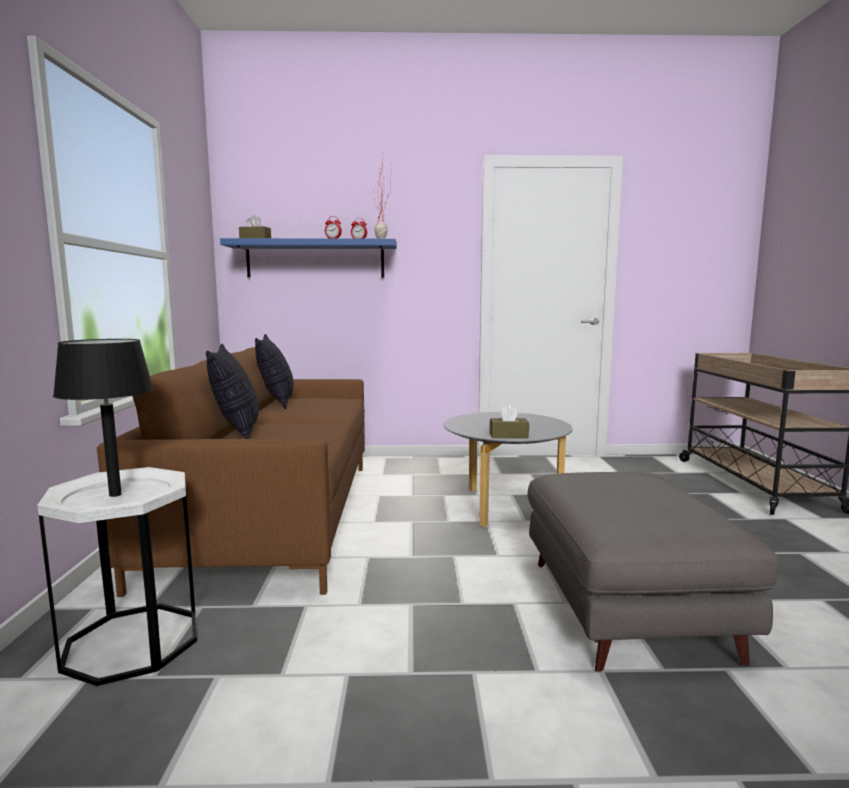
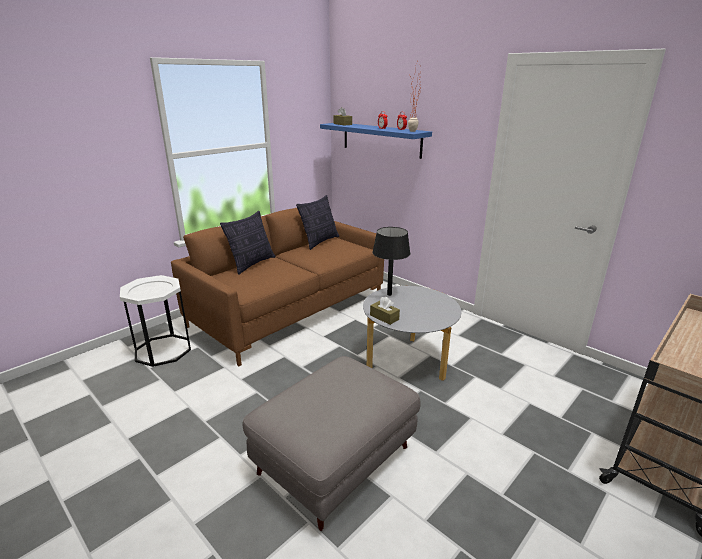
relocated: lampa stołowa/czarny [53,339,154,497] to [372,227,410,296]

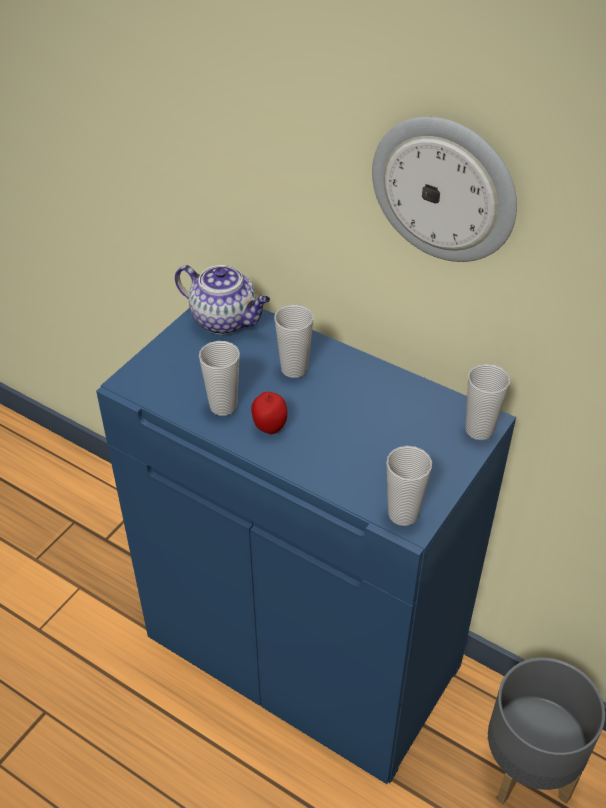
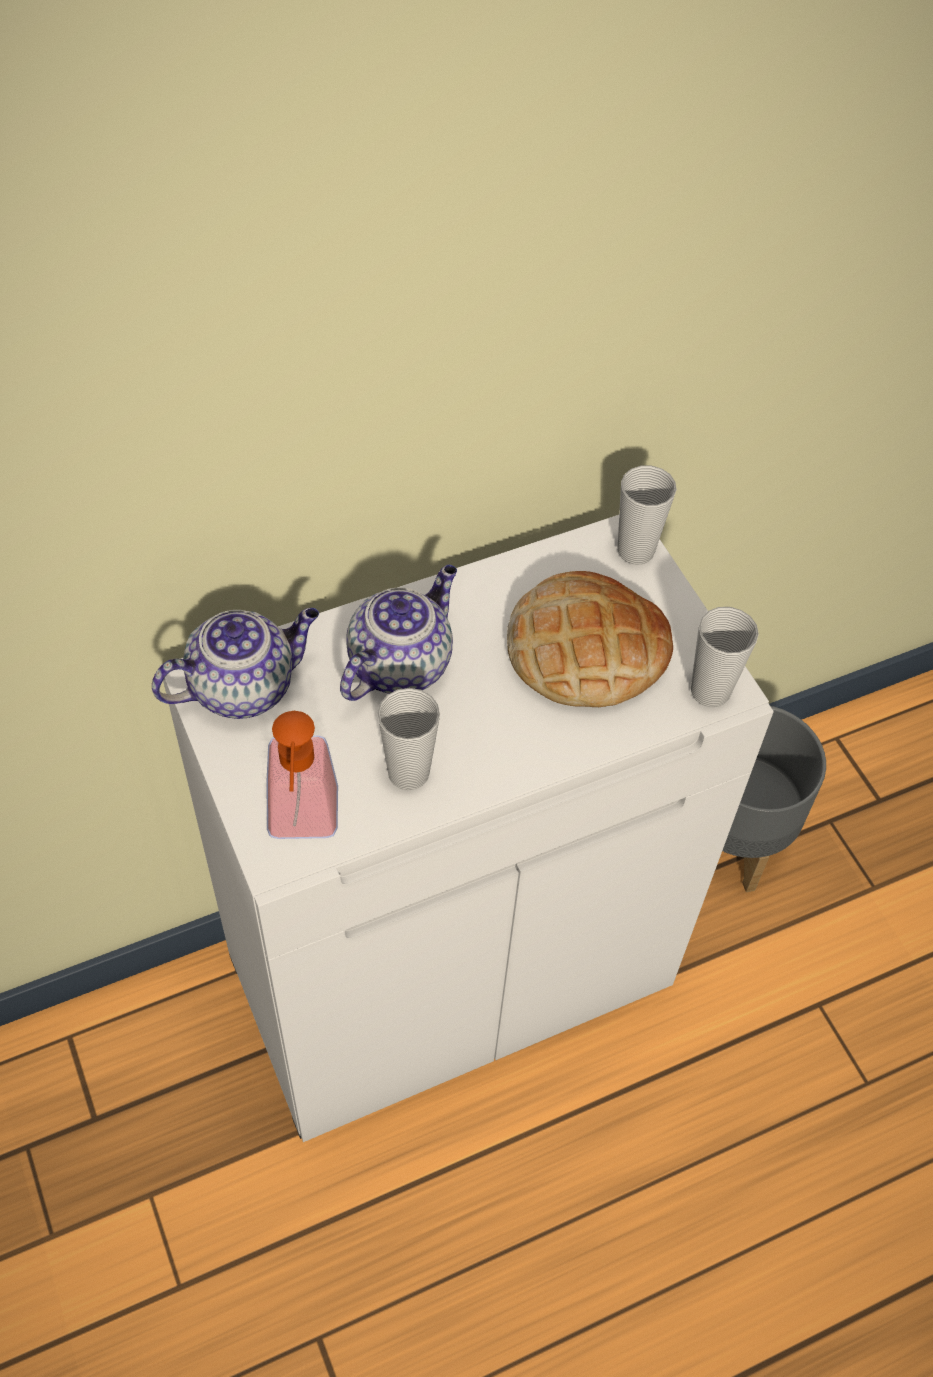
missing: jabłko [251,392,287,434]; zegar ścienny [372,117,517,262]
appeared: dozownik mydła [267,711,338,839]; chleb [507,571,673,707]
exchanged: filiżanka [274,305,313,378] to imbryk [340,565,457,701]
colour: szafka/niebieski [96,308,516,784] to szafka/biały [160,515,774,1142]

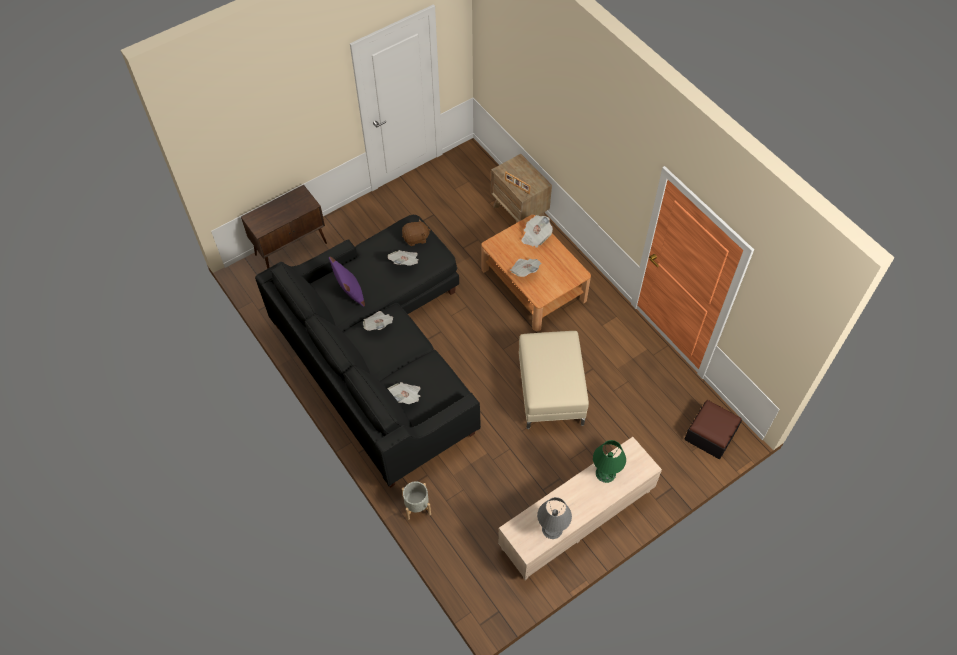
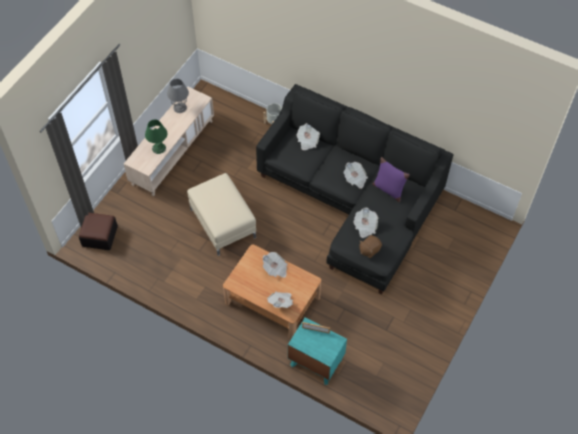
missing: szafka/brązowy [241,185,327,269]
colour: szafka nocna/brązowy [491,154,552,222] to szafka nocna/turkusowy [288,317,347,385]

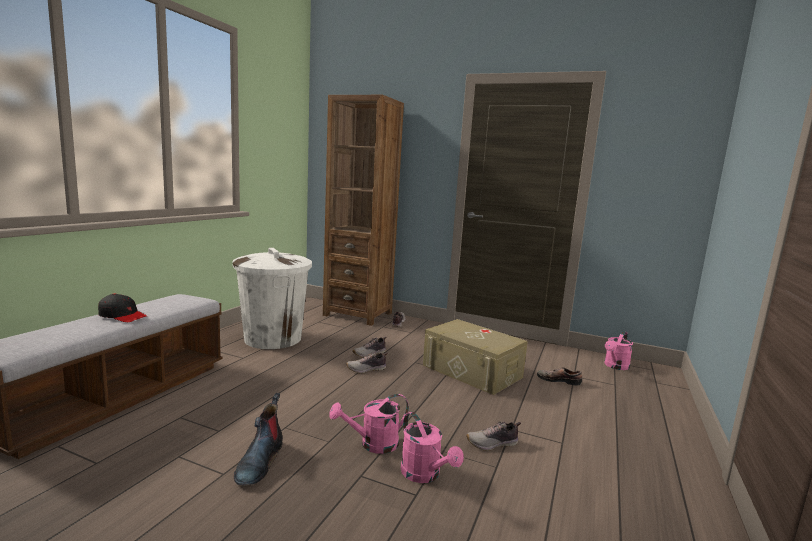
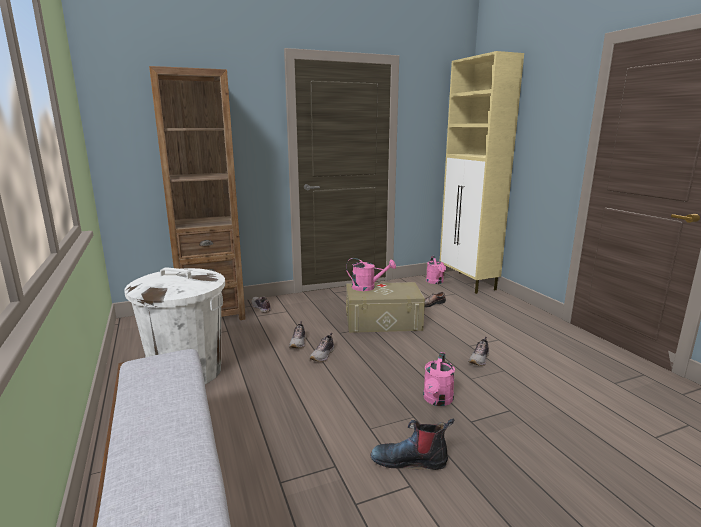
missing: czapka z daszkiem/czarny [98,293,147,322]
appeared: szafka/beżowy [440,51,524,294]
relocated: konewka/różowy [401,412,464,483] to [346,258,396,291]
spun: but z cholewką [234,393,283,486] = [371,419,454,470] 135 degrees clockwise

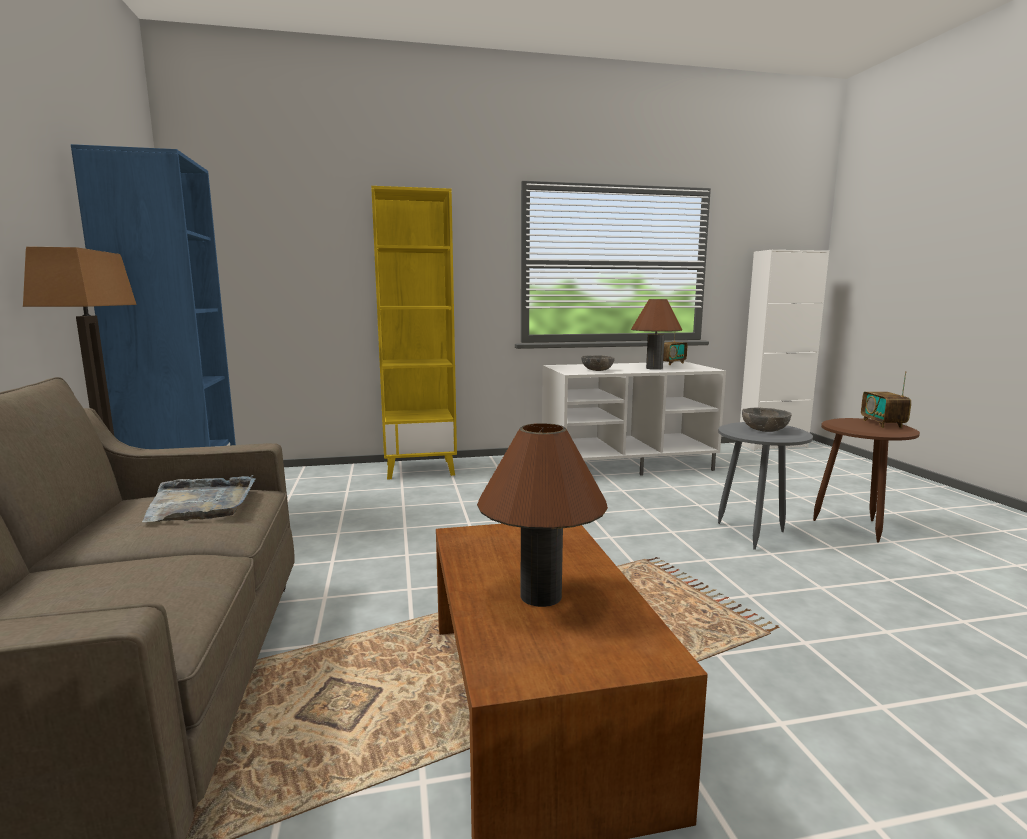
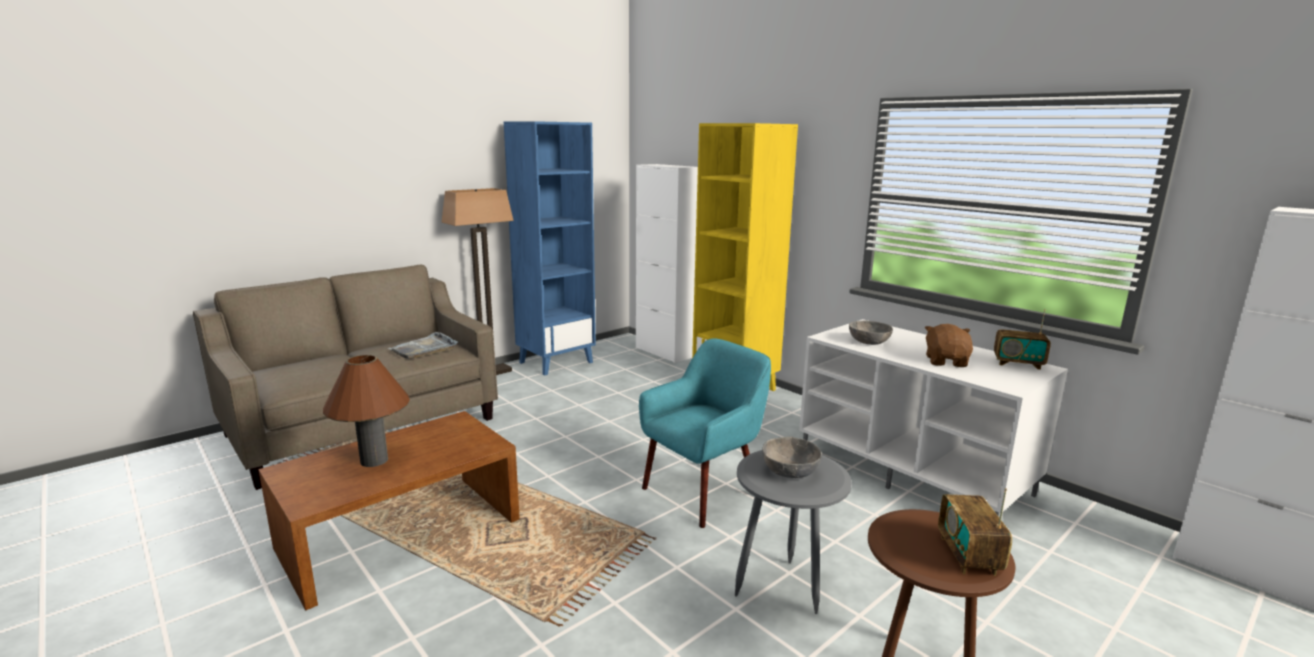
appeared: szafka/biały [636,164,698,363]; fotel/turkusowy [639,338,771,528]
exchanged: lampa stołowa/brązowy [631,299,682,370] to pluszak/brązowy [925,324,973,367]
spun: radio [861,371,911,428] = [938,488,1012,576] 60 degrees counterclockwise

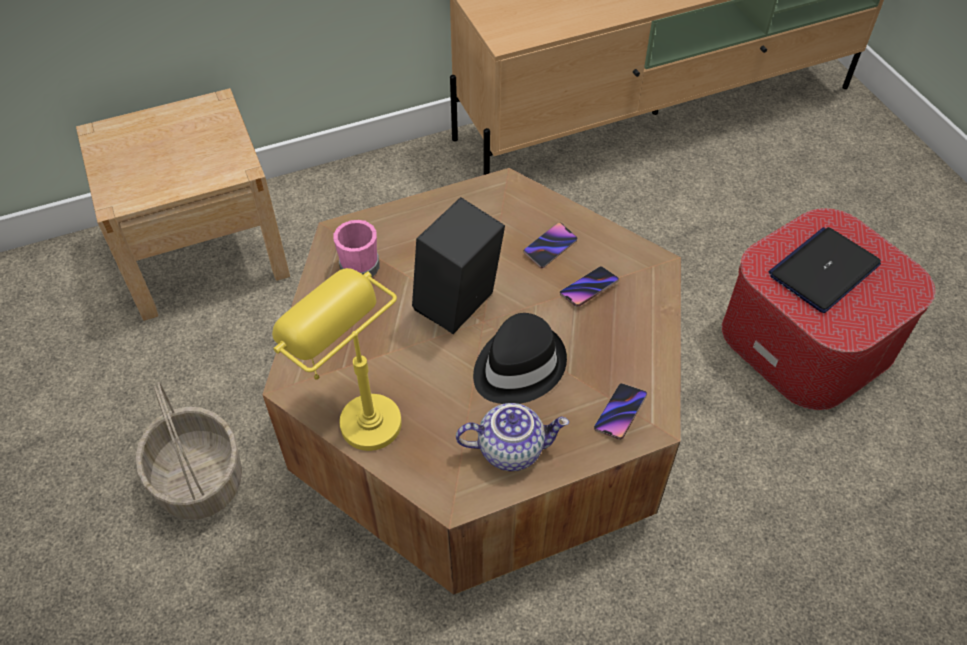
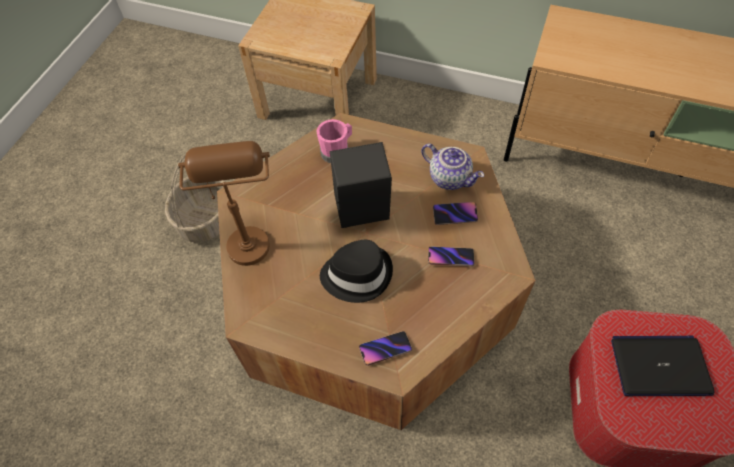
relocated: imbryk [456,403,569,471] to [421,143,484,190]
colour: lampa stołowa/żółty [272,268,402,451] to lampa stołowa/brązowy [178,141,270,266]

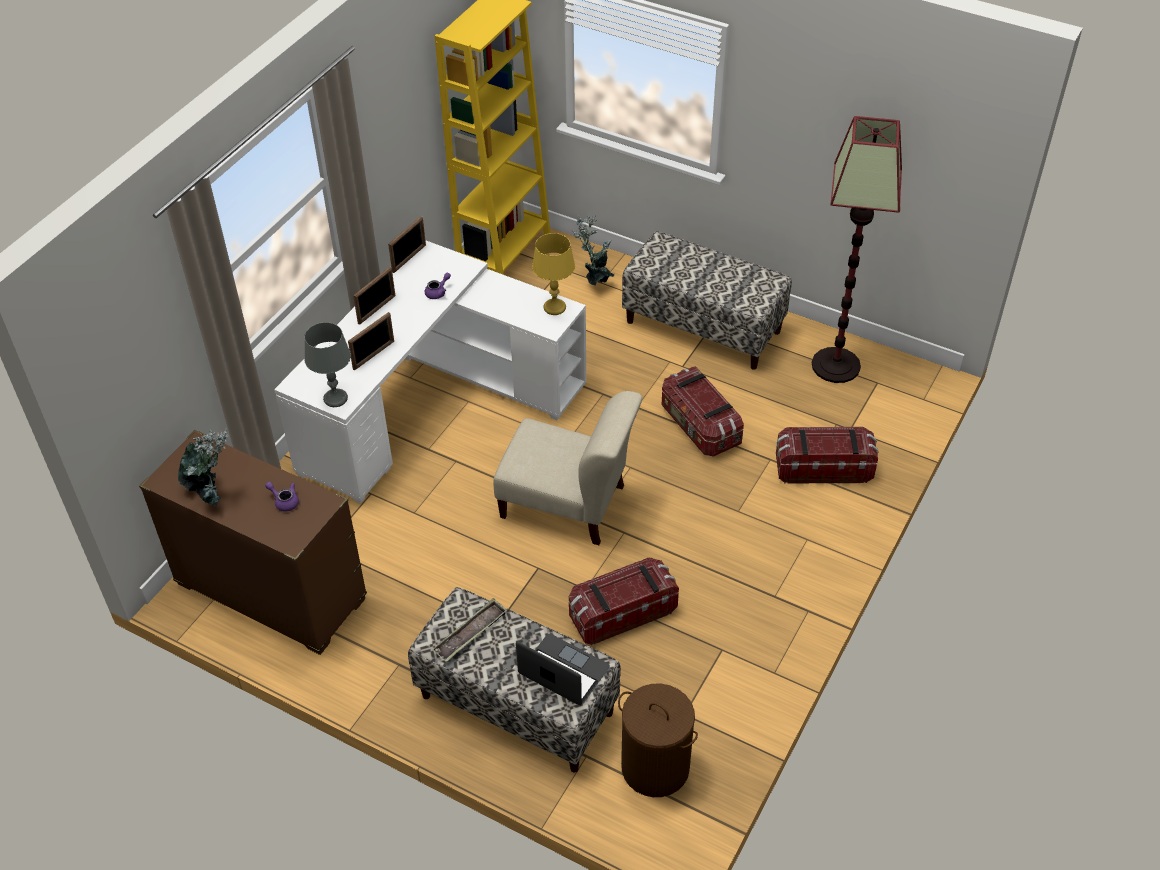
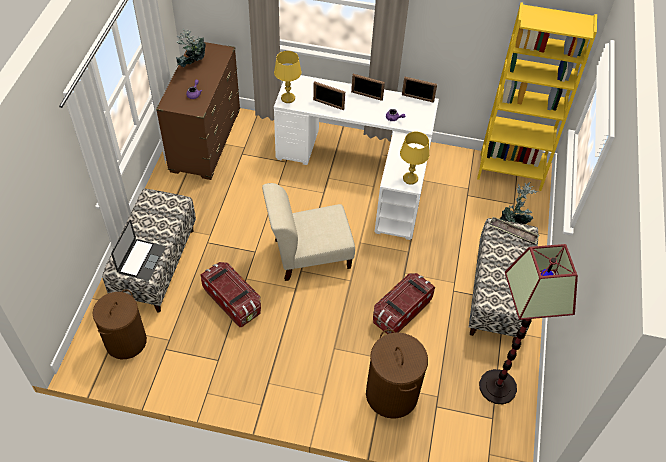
relocated: taca [432,598,507,662] to [489,217,539,245]
exchanged: pojemnik do przechowywania [776,427,879,484] to kosz na pranie/brązowy [366,329,428,419]
colour: lampa stołowa/szary [304,322,351,407] to lampa stołowa/żółty [274,51,301,103]
spun: krzesło/beżowy [493,391,642,545] = [262,183,355,281] 75 degrees clockwise

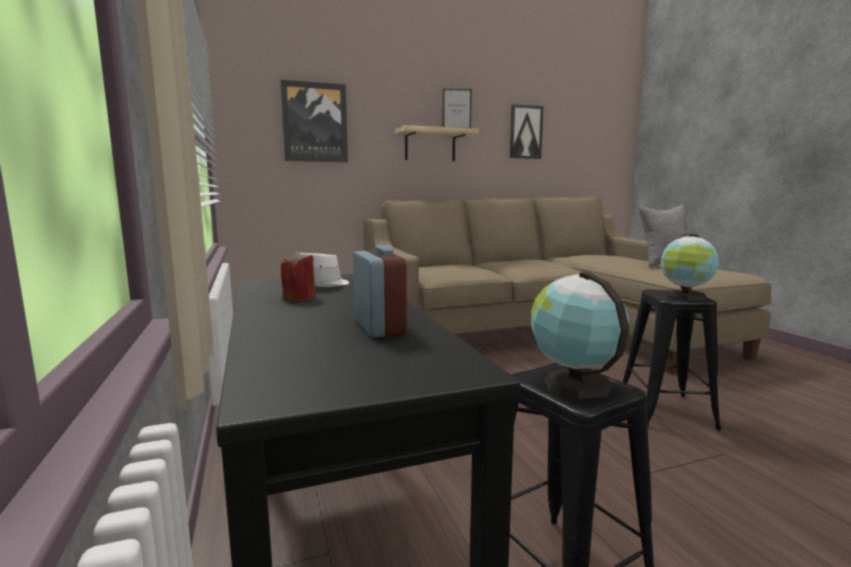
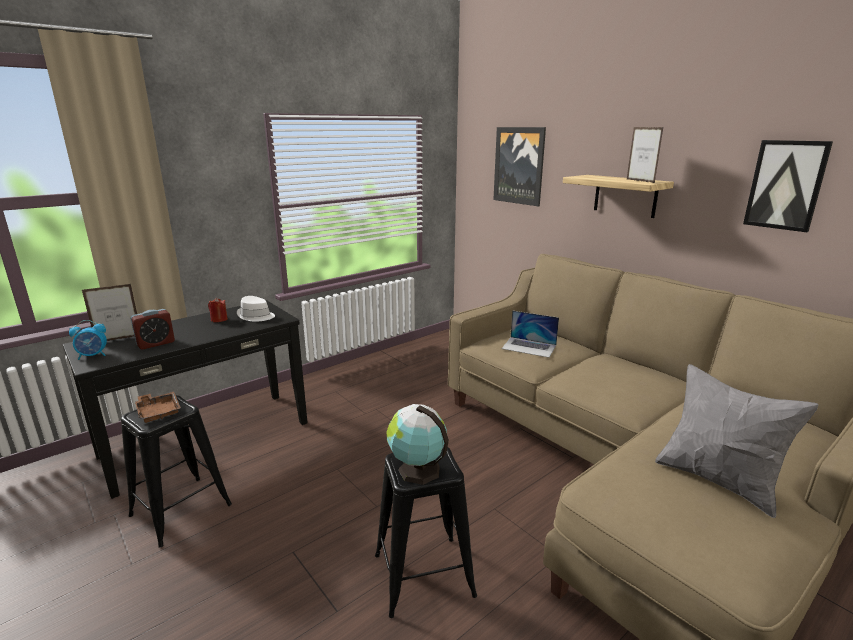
appeared: budzik [69,320,107,360]; ramka na zdjęcie [82,284,137,341]; laptop [501,311,559,358]
exchanged: globus [531,272,629,399] to taca/brązowy [135,392,181,423]

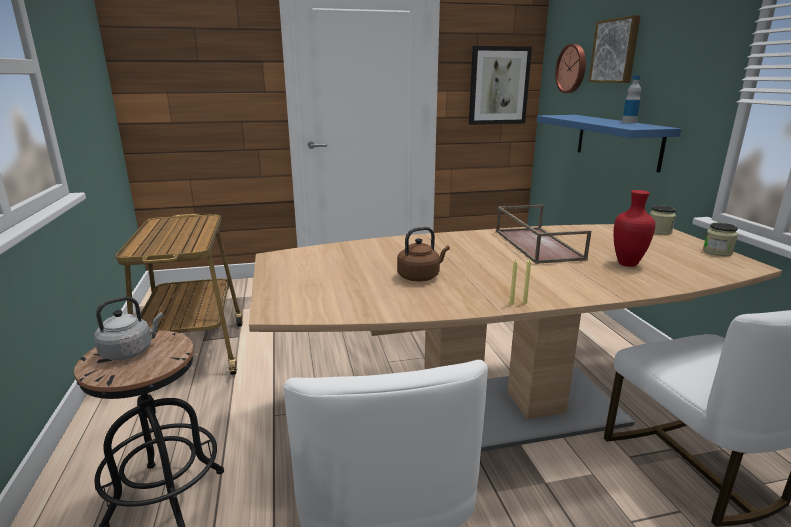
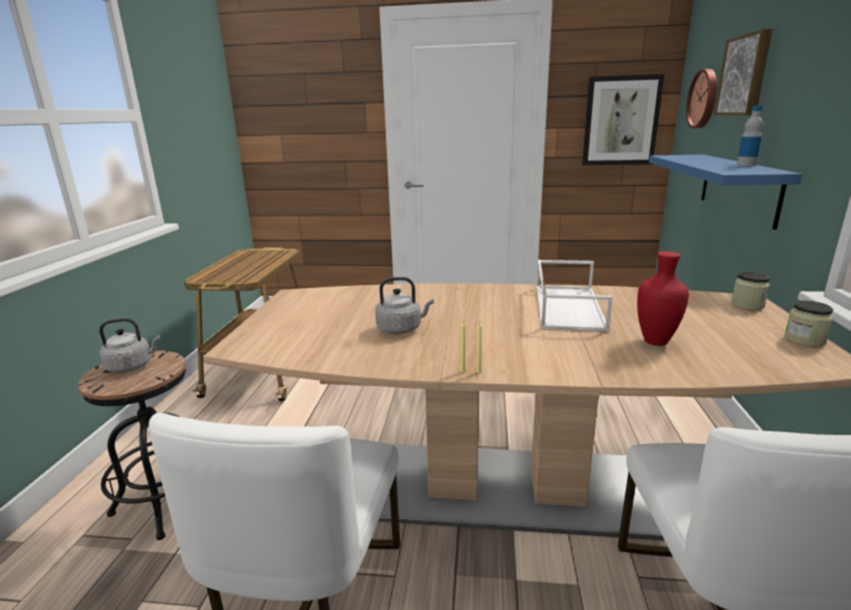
colour: czajnik/brązowy [397,227,450,281] to czajnik/szary [375,277,434,334]; taca/brązowy [496,205,591,264] to taca/biały [536,260,613,332]

